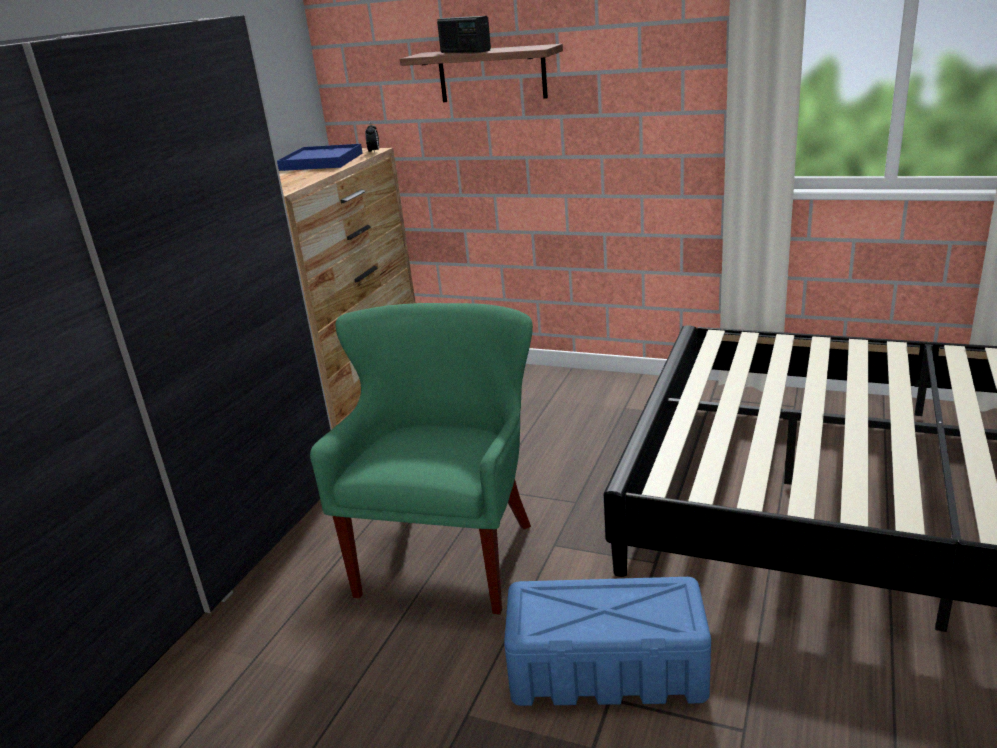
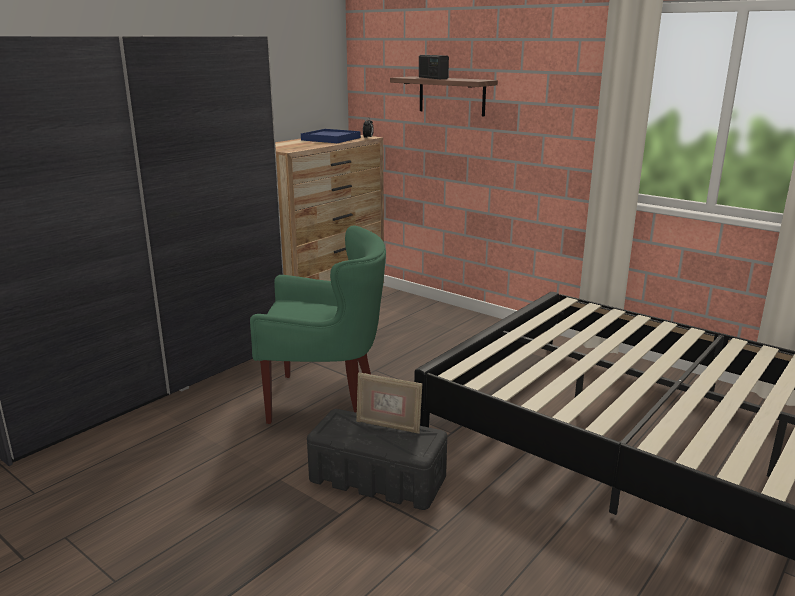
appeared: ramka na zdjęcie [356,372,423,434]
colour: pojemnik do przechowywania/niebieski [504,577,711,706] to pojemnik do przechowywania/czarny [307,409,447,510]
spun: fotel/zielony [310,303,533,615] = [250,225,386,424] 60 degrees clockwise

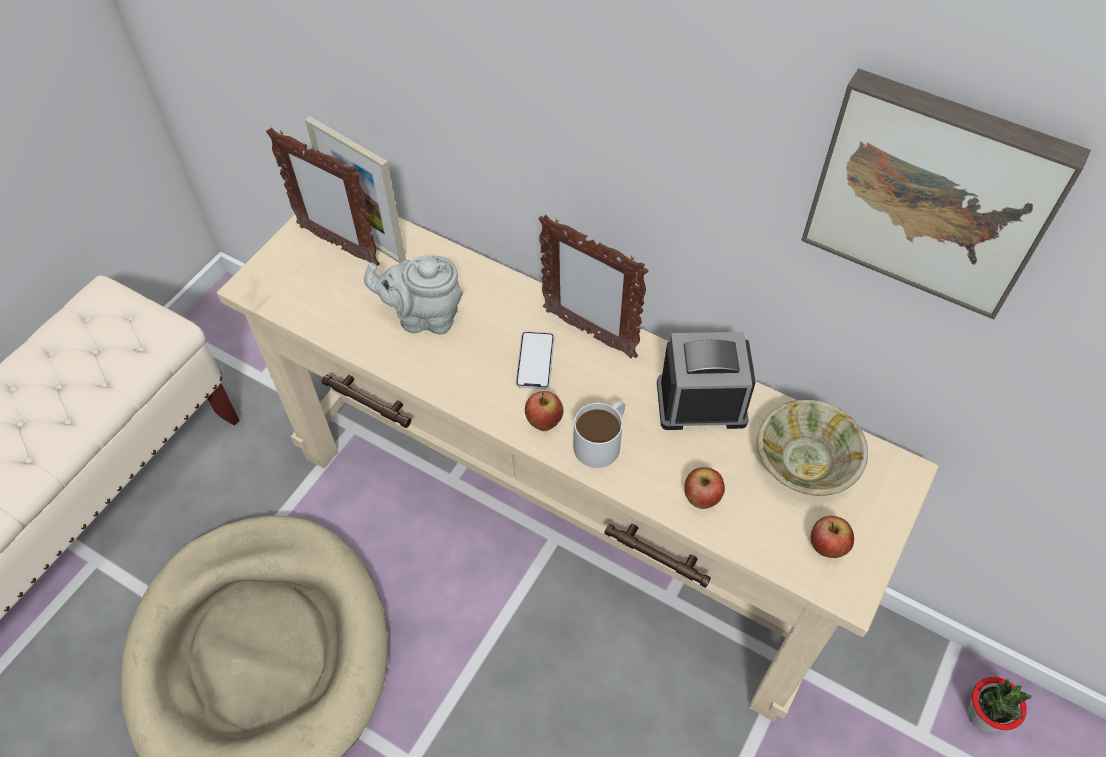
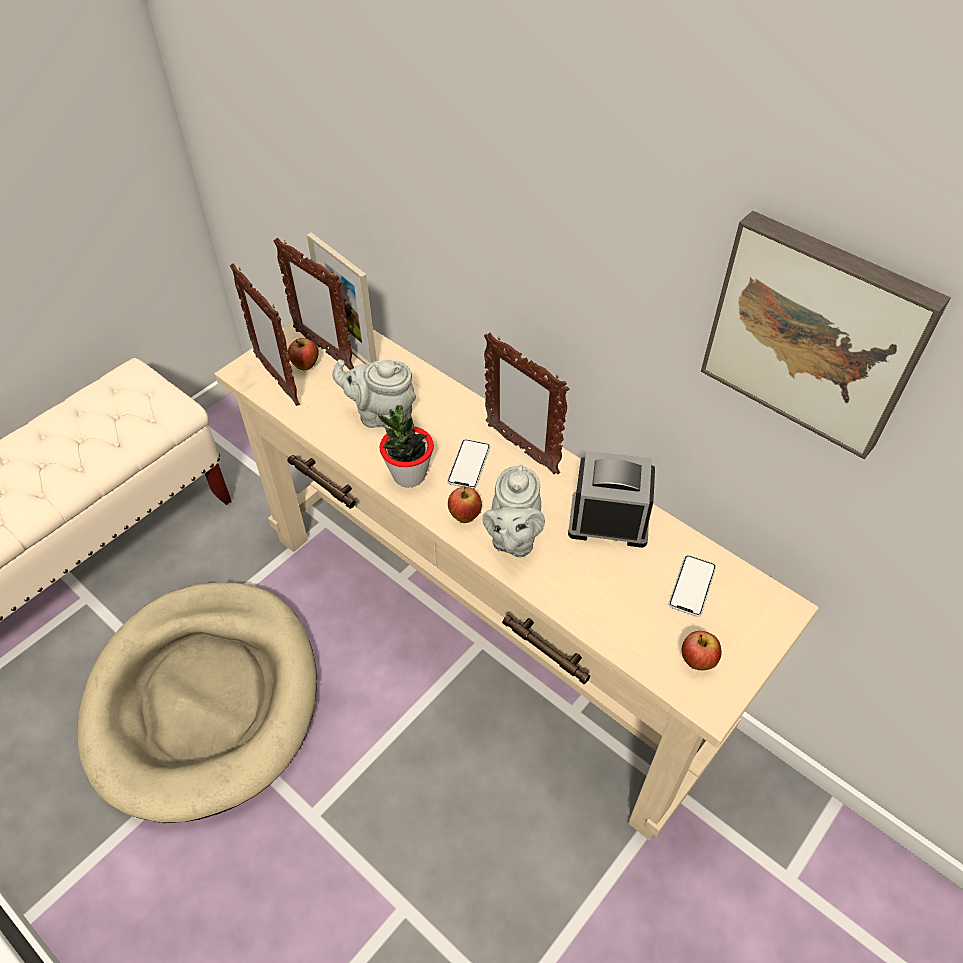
appeared: ramka na zdjęcie [230,263,300,406]
relocated: jabłko [685,467,725,509] to [288,338,319,370]; roślina doniczkowa [968,677,1032,732] to [378,405,434,488]
exchanged: kubek/biały [573,401,625,468] to imbryk/szary [482,465,545,558]; miska/beżowy [757,400,868,496] to telefon [669,555,716,617]

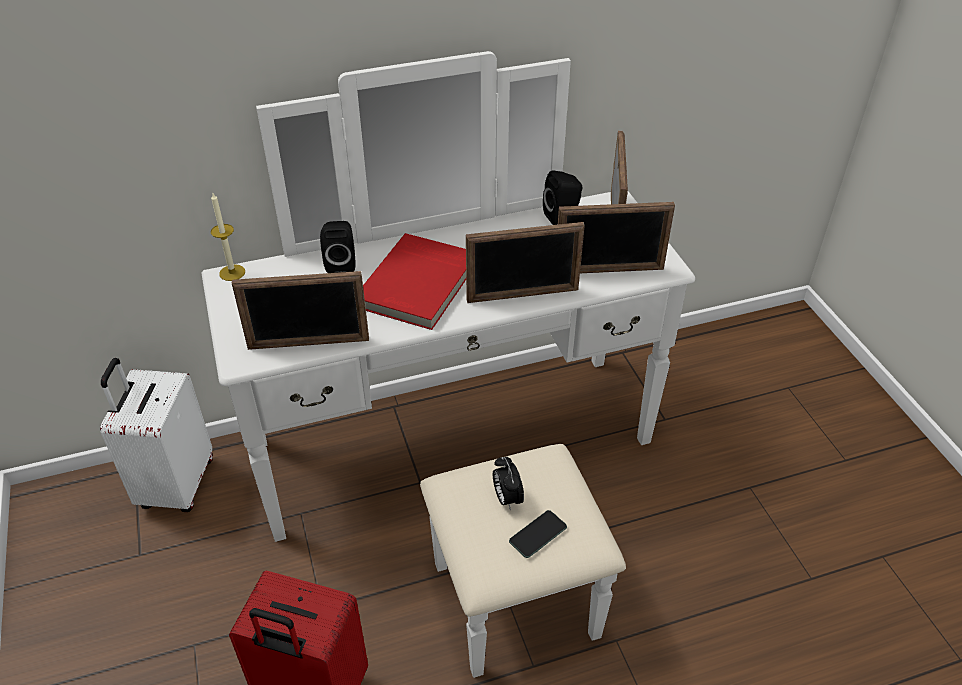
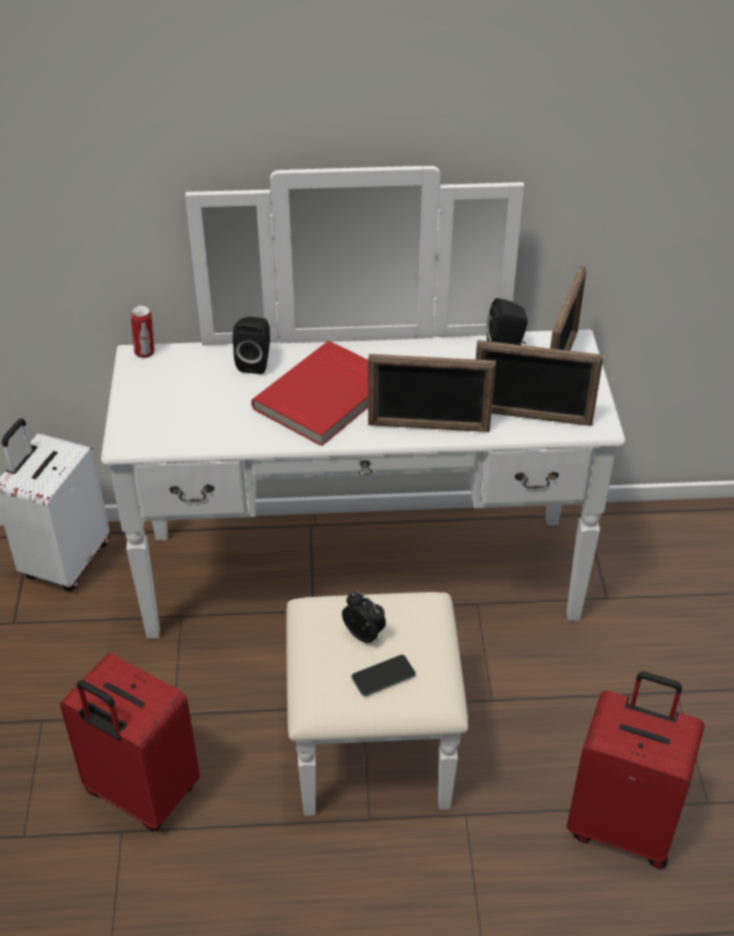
missing: ramka na zdjęcie [232,271,369,350]
appeared: walizka/czerwony [567,671,705,869]
exchanged: świeca [211,193,245,281] to puszka [131,305,155,358]
spun: budzik [493,457,524,511] = [342,591,386,643] 135 degrees clockwise

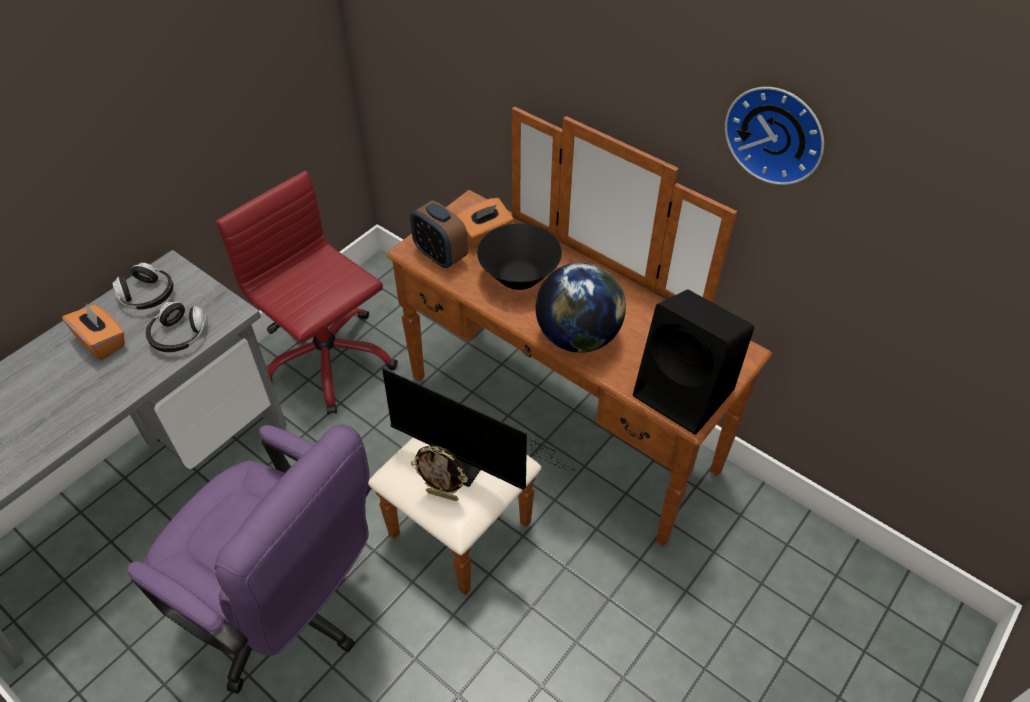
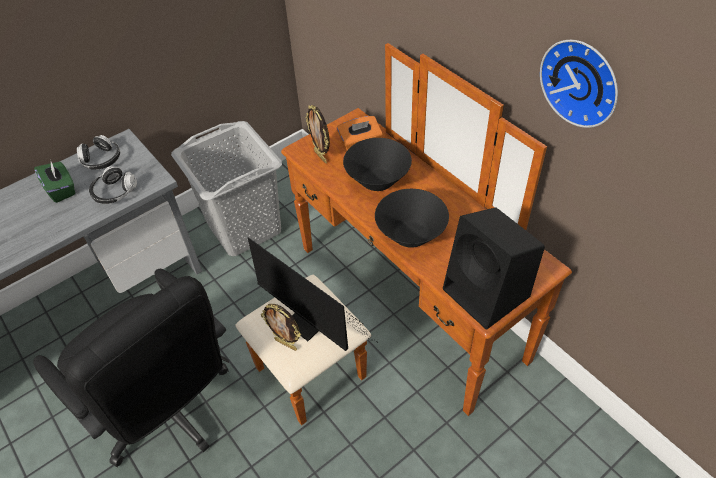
exchanged: krzesło biurowe/czerwony [216,171,398,415] to kosz na pranie/szary [171,121,282,256]; budzik [410,200,468,269] to ramka na zdjęcie [306,105,330,163]; globus [535,262,626,353] to miska/czarny [375,189,449,248]
colour: pudełko chusteczek/pomarańczowy [62,303,125,360] to pudełko chusteczek/zielony [34,161,75,203]; krzesło biurowe/fioletowy [127,424,371,694] to krzesło biurowe/czarny [33,269,229,467]

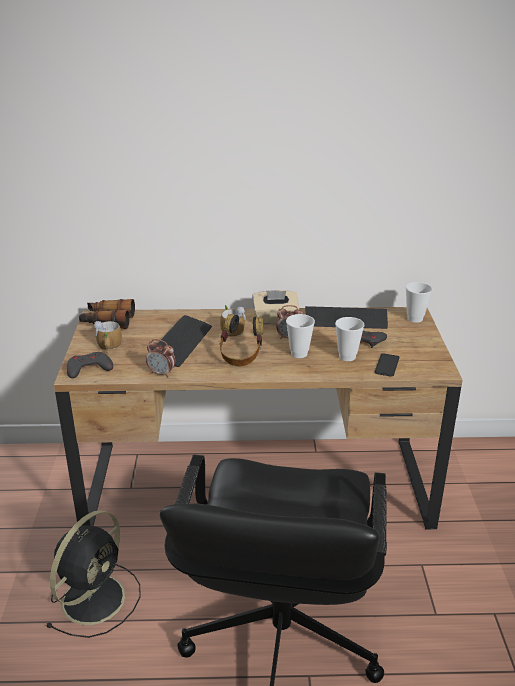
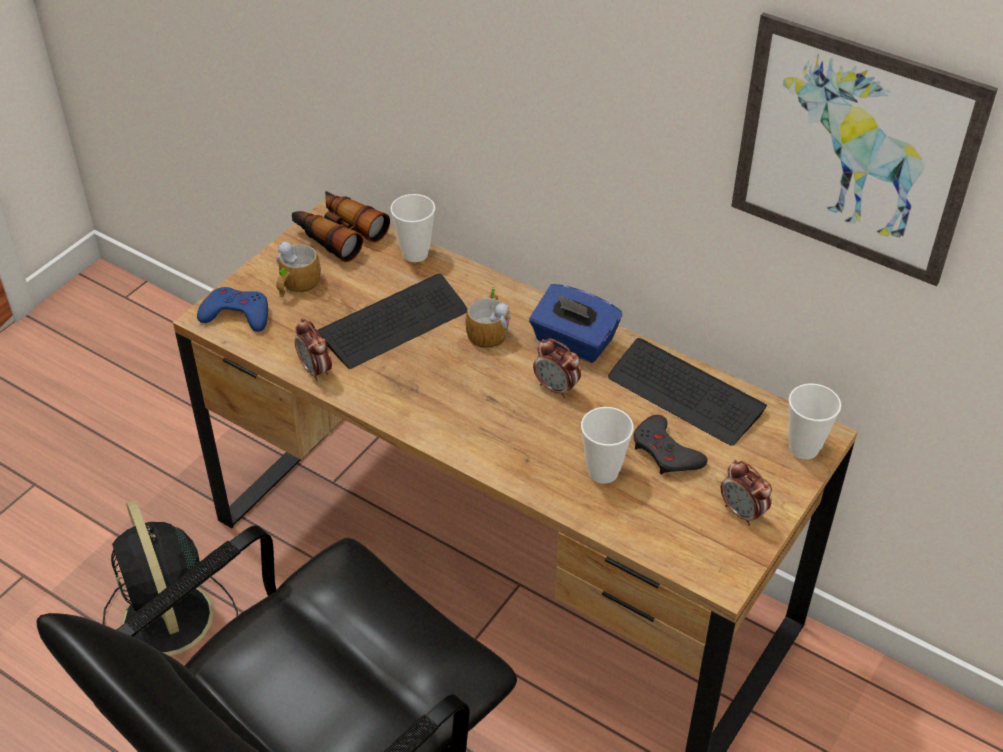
missing: słuchawki [219,314,263,366]; telefon [375,353,399,377]
appeared: budzik [721,460,772,526]; obraz [731,12,998,286]
relocated: filiżanka [286,314,315,358] to [390,194,435,262]
colour: pad do gier/szary [67,352,113,378] to pad do gier/niebieski [197,287,268,331]; pudełko chusteczek/beżowy [252,290,299,325] to pudełko chusteczek/niebieski [529,284,622,363]
spun: wentylator/czarny [46,510,140,638] = [103,500,238,656] 90 degrees clockwise

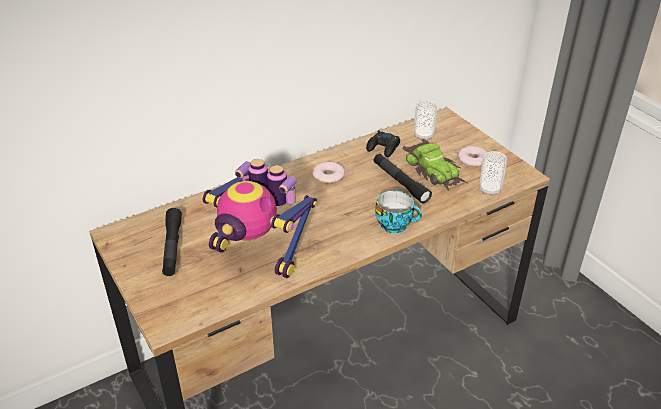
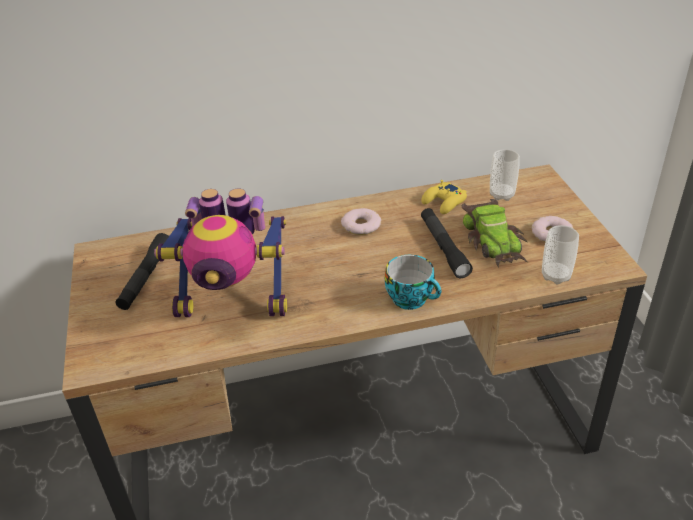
colour: pad do gier/czarny [366,130,400,157] to pad do gier/żółty [421,180,467,214]
spun: robot zabawkowy [202,159,317,278] = [154,189,287,317] 45 degrees counterclockwise

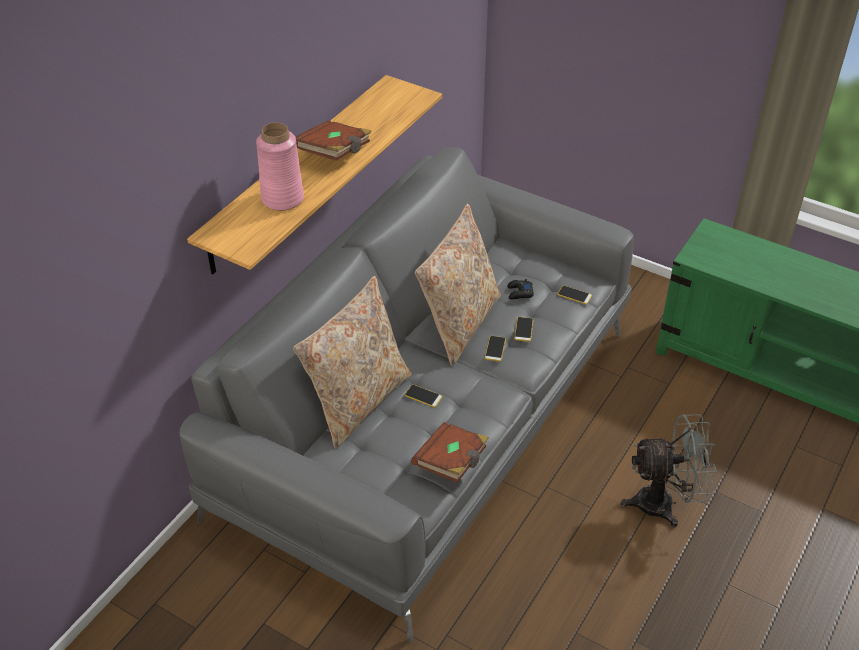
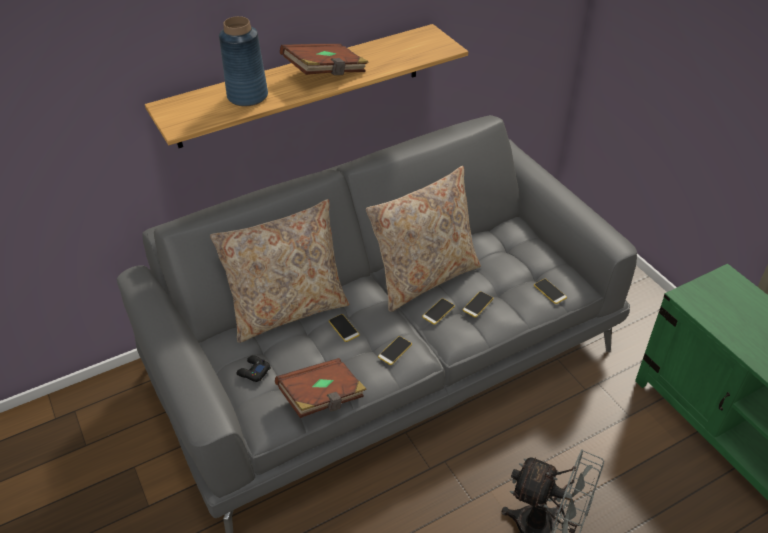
appeared: telefon [378,336,412,365]
relocated: pad do gier/czarny [507,279,534,300] to [236,355,271,382]
colour: wazon/różowy [256,122,304,211] to wazon/niebieski [219,16,268,106]

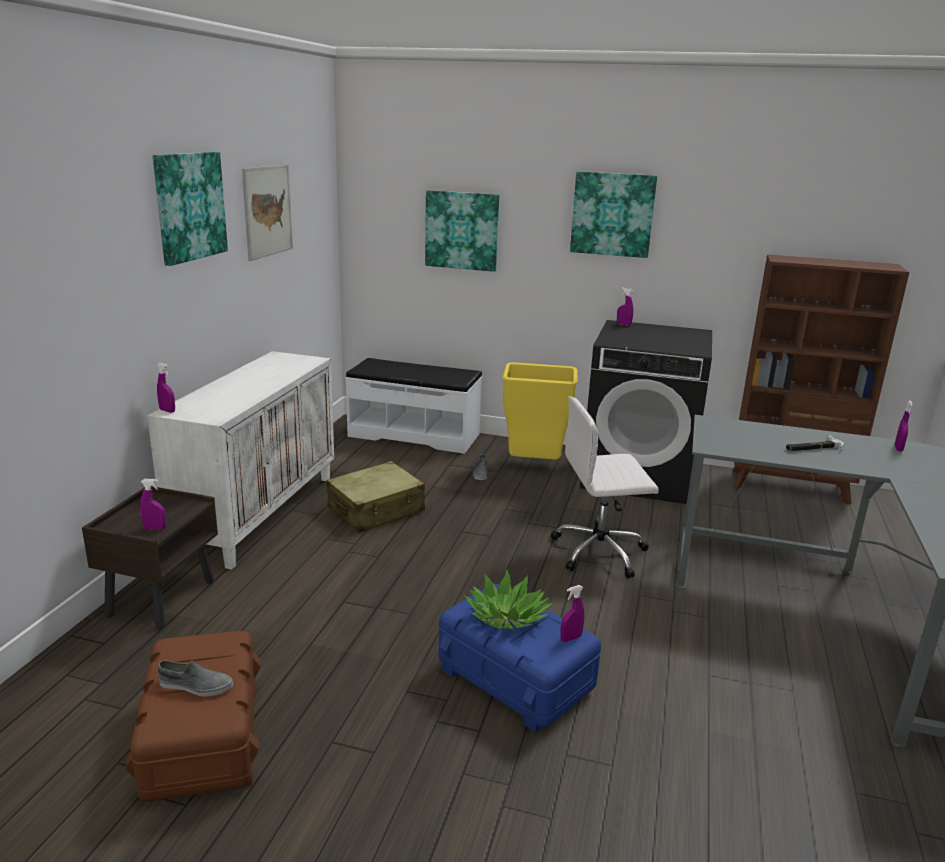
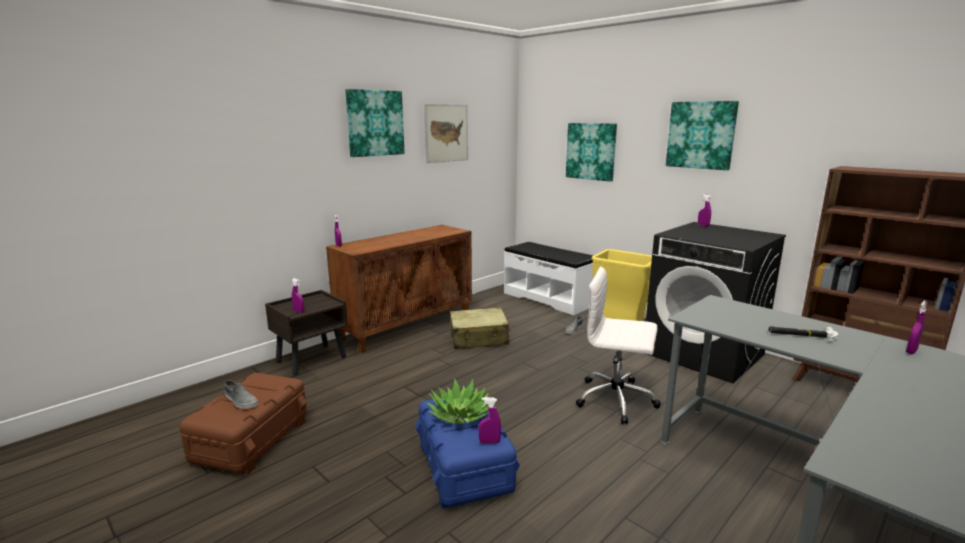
colour: szafka/biały [147,351,334,570] to szafka/brązowy [326,225,472,353]

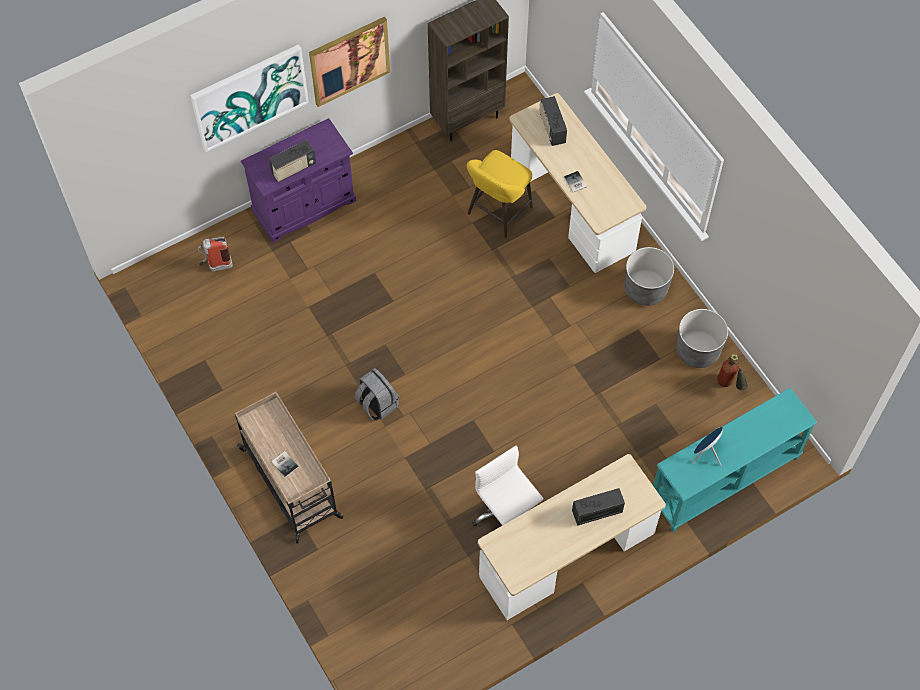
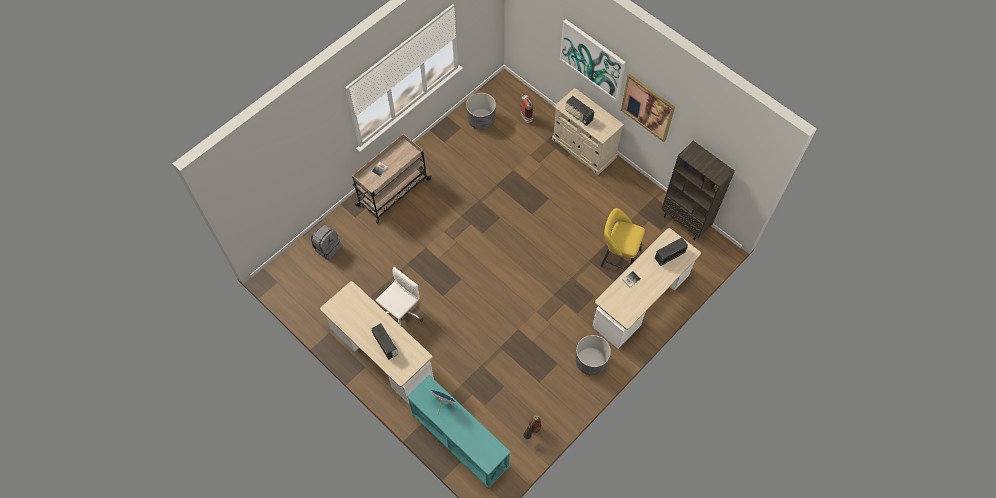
relocated: plecak/szary [355,368,399,421] to [311,225,341,260]; donica/szary [676,309,728,368] to [466,93,496,130]
colour: szafka/fioletowy [241,118,356,243] to szafka/beżowy [552,88,624,175]

